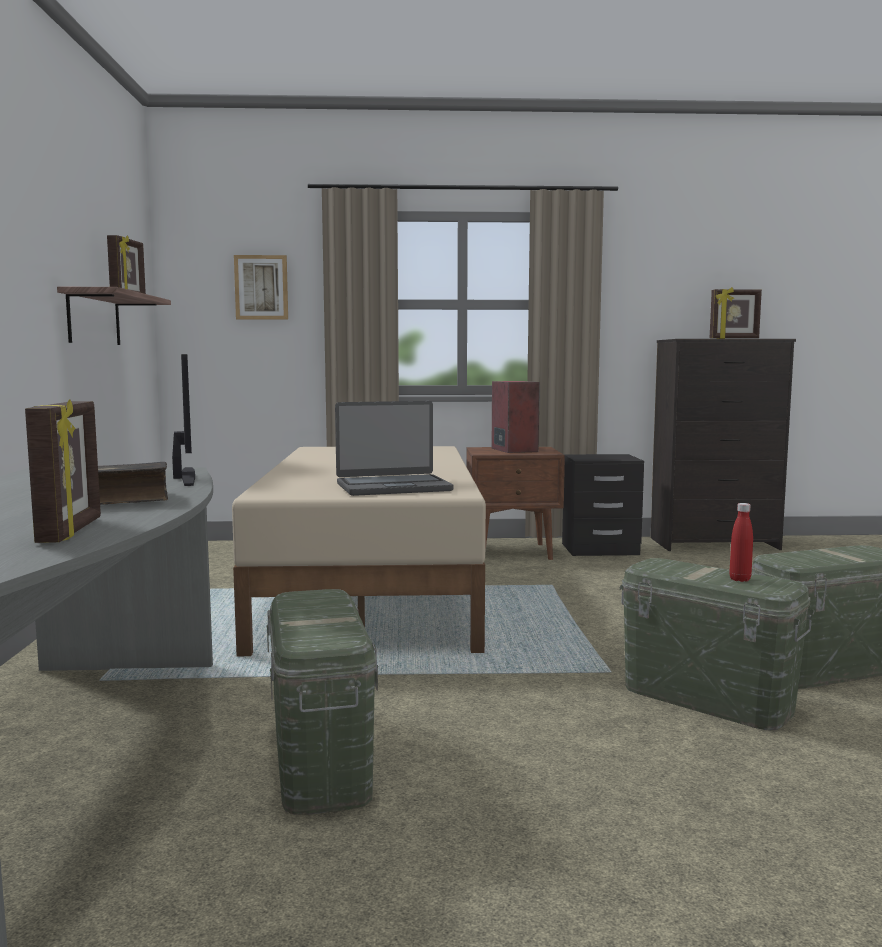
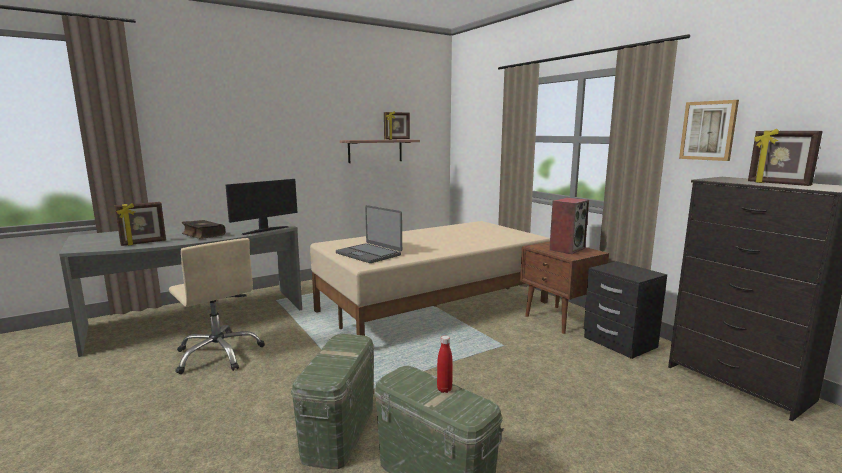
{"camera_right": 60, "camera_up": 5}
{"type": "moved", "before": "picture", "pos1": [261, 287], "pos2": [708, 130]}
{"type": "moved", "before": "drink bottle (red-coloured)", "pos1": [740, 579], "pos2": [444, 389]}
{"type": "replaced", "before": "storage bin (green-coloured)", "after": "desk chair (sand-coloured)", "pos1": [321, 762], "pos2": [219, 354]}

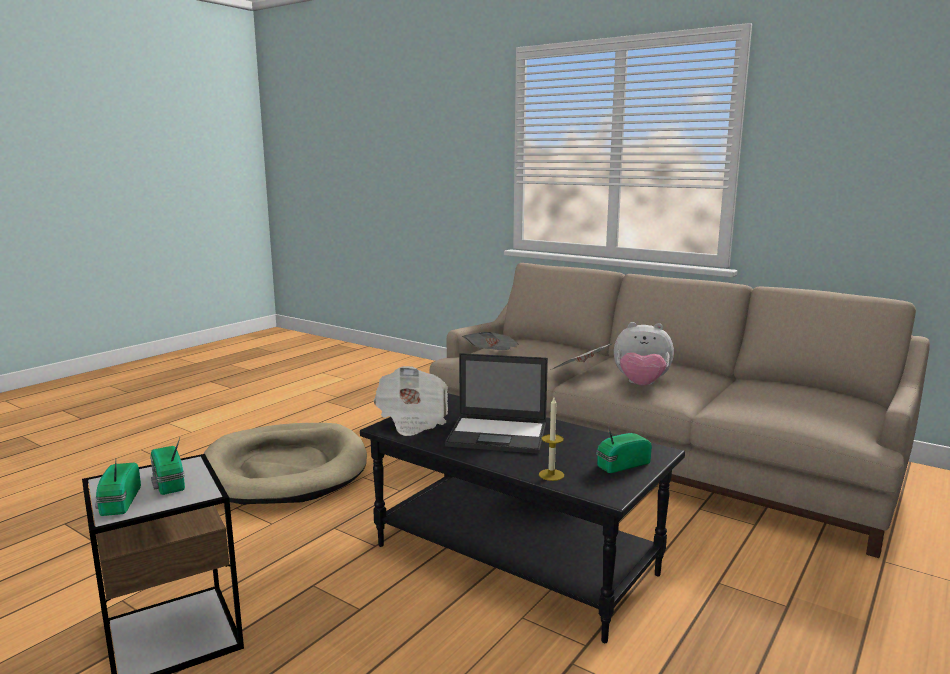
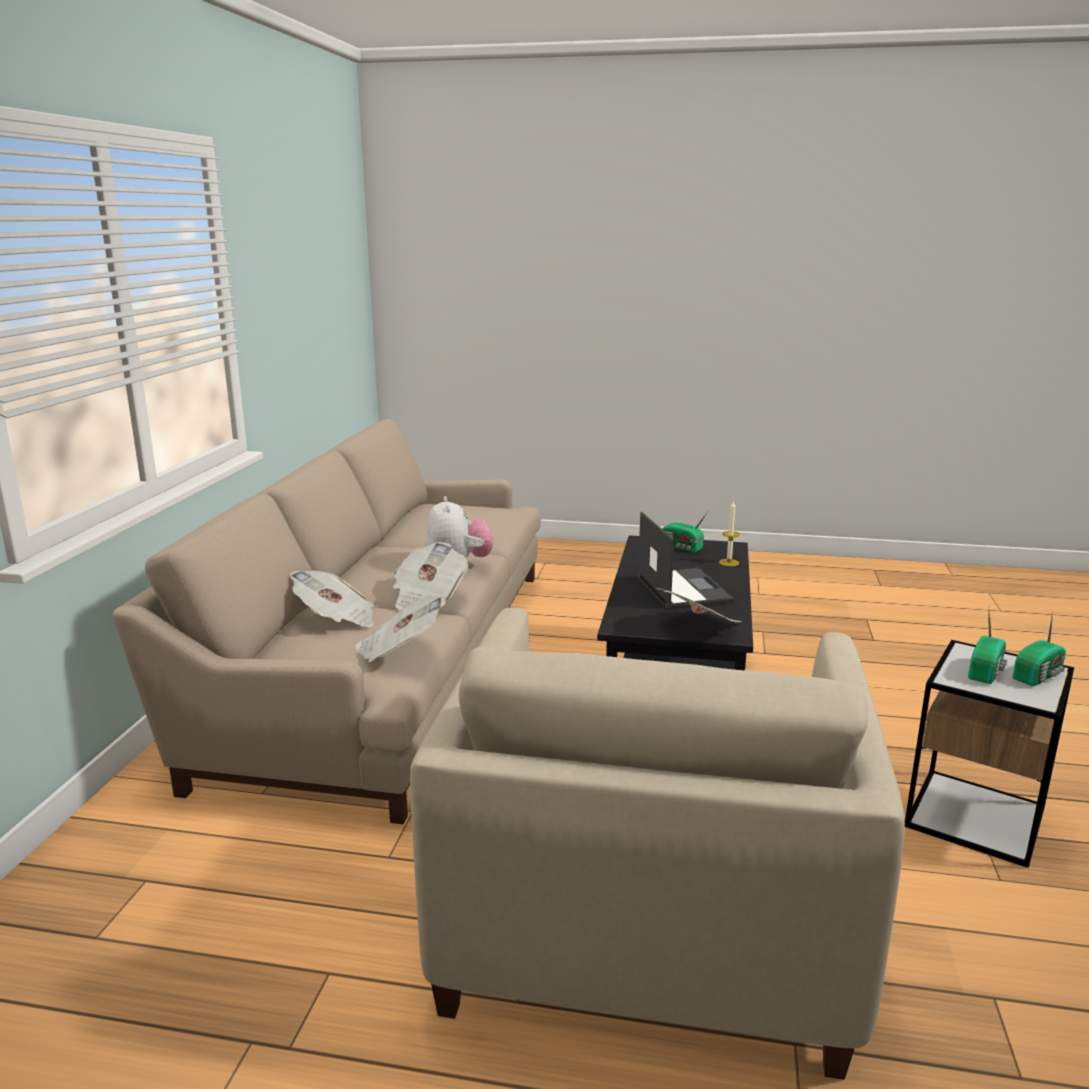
{"camera_right": -115, "camera_up": 5}
{"type": "added", "after": "printed paper", "pos2": [337, 619]}
{"type": "replaced", "before": "dog bed (sand-coloured)", "after": "easy chair (sand-coloured)", "pos1": [285, 469], "pos2": [647, 922]}

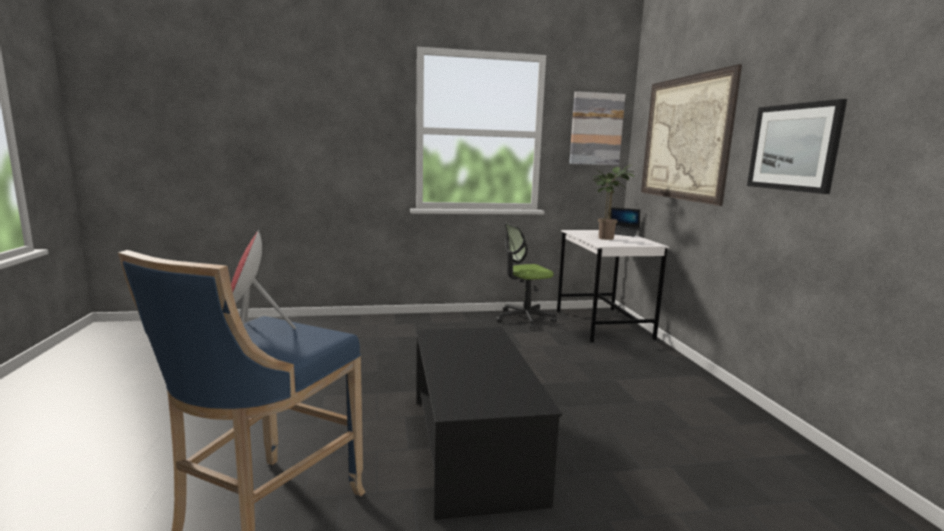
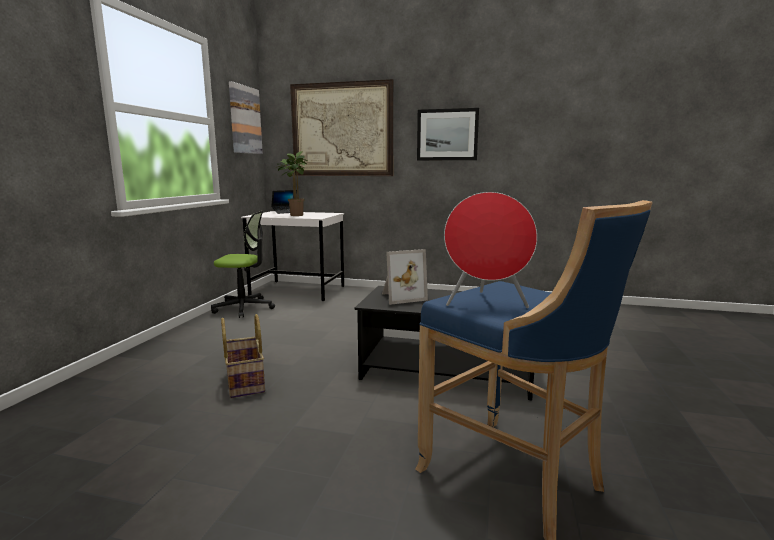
{"camera_right": -65, "camera_up": 0}
{"type": "added", "after": "storage basket", "pos2": [244, 382]}
{"type": "added", "after": "standing frame", "pos2": [401, 297]}
{"type": "turned", "before": "desk chair", "pos1": [524, 319], "pos2": [244, 308], "turn": -90}

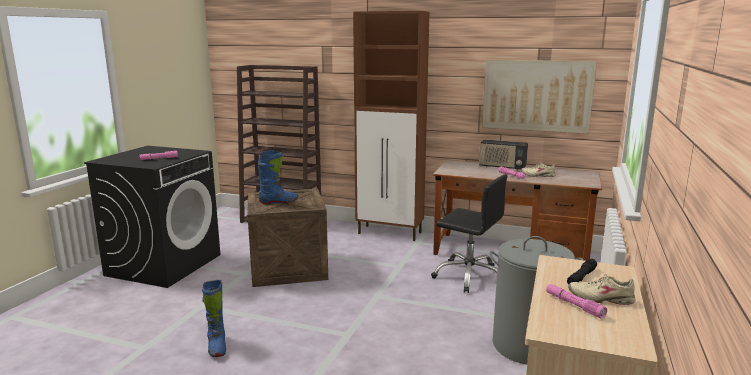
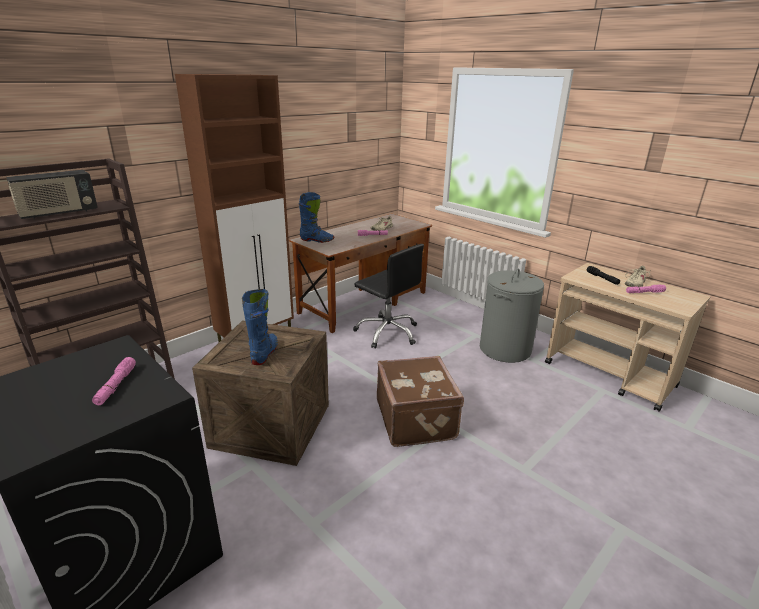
{"camera_right": -65, "camera_up": 10}
{"type": "removed", "before": "picture", "pos1": [537, 95]}
{"type": "added", "after": "piece of luggage (brown-coloured)", "pos2": [417, 419]}
{"type": "moved", "before": "boot (blue)", "pos1": [217, 347], "pos2": [317, 240]}
{"type": "moved", "before": "radio", "pos1": [502, 167], "pos2": [59, 213]}
{"type": "turned", "before": "desk chair (blackish)", "pos1": [469, 276], "pos2": [387, 332], "turn": 75}

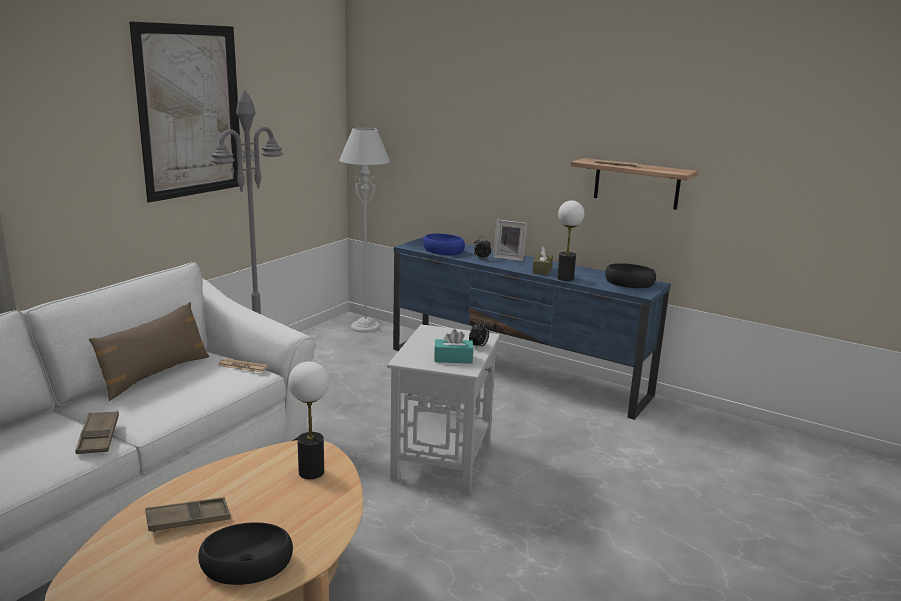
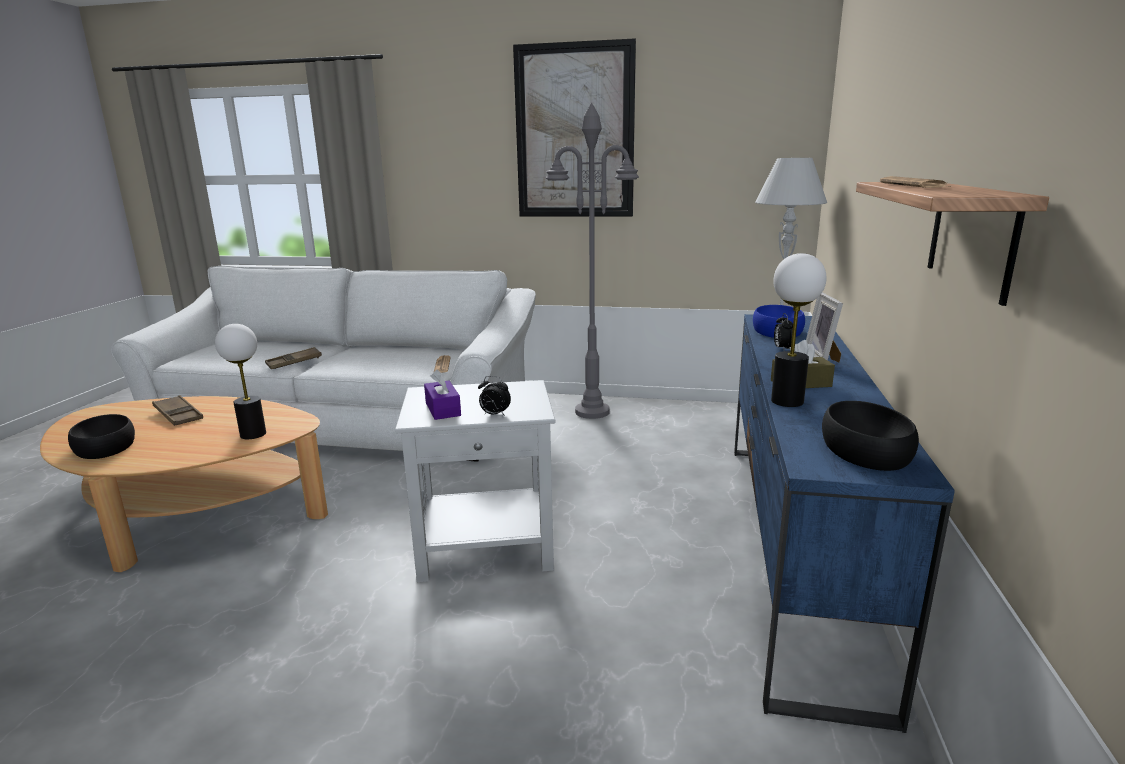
{"camera_right": 70, "camera_up": 0}
{"type": "removed", "before": "throw pillow (brown-coloured)", "pos1": [155, 375]}
{"type": "recoloured", "before": "tissue box (turquoise-coloured)", "after": "tissue box (purple)", "pos1": [453, 358], "pos2": [443, 409]}

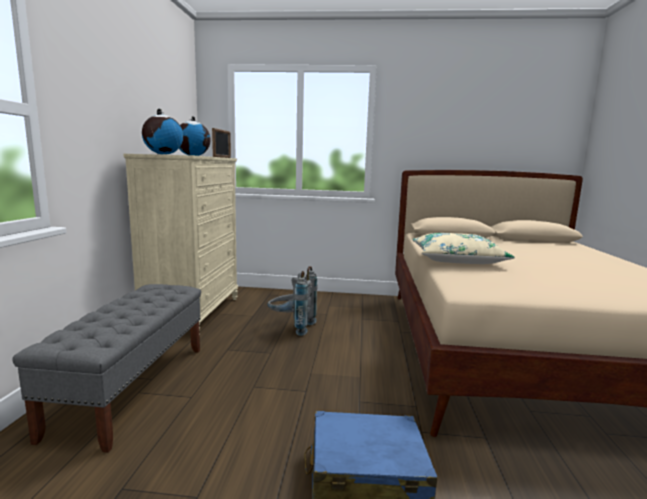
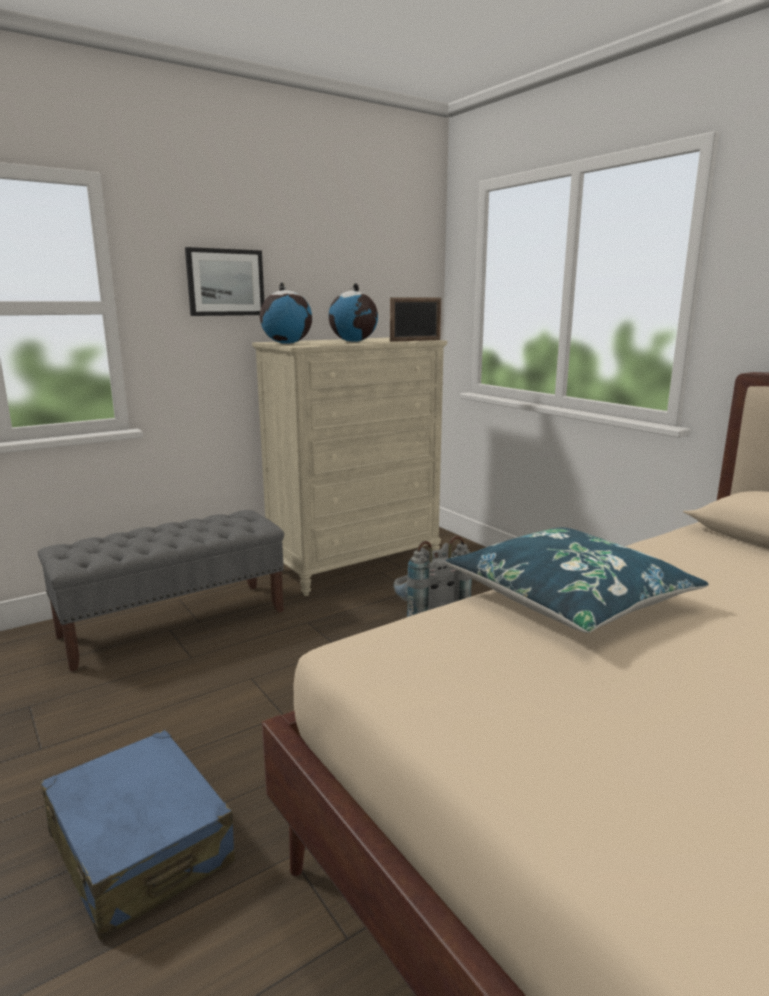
{"camera_right": 50, "camera_up": 5}
{"type": "added", "after": "picture", "pos2": [225, 282]}
{"type": "recoloured", "before": "throw pillow (sand-coloured)", "after": "throw pillow (blue)", "pos1": [456, 260], "pos2": [569, 598]}

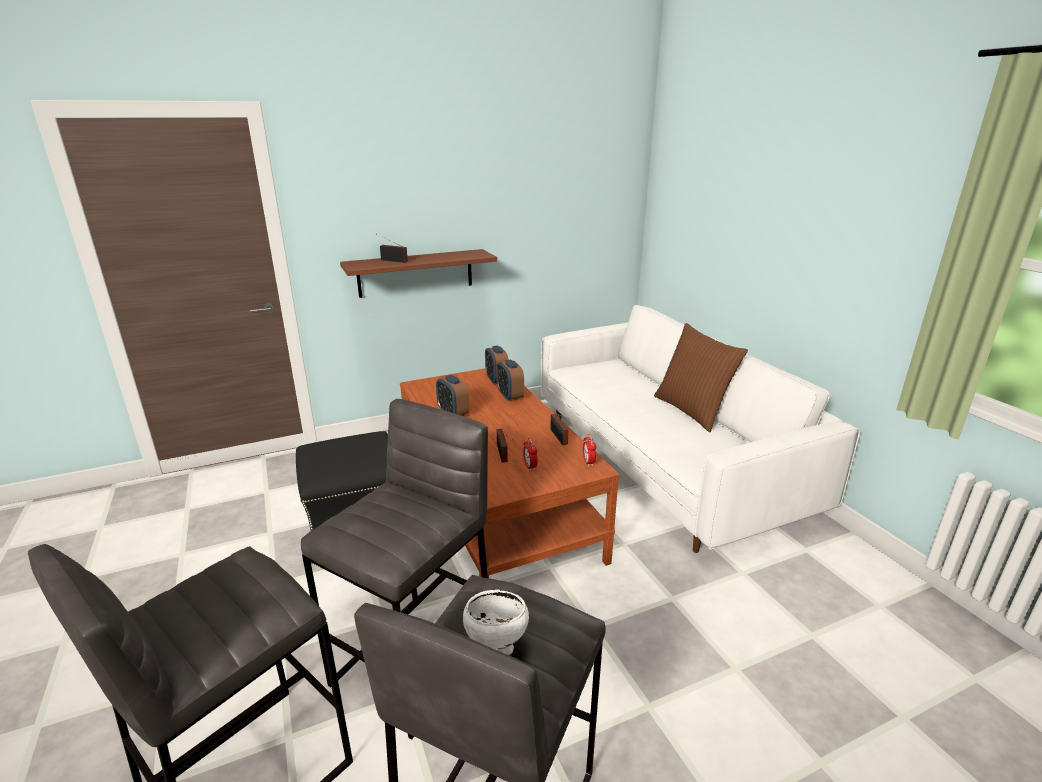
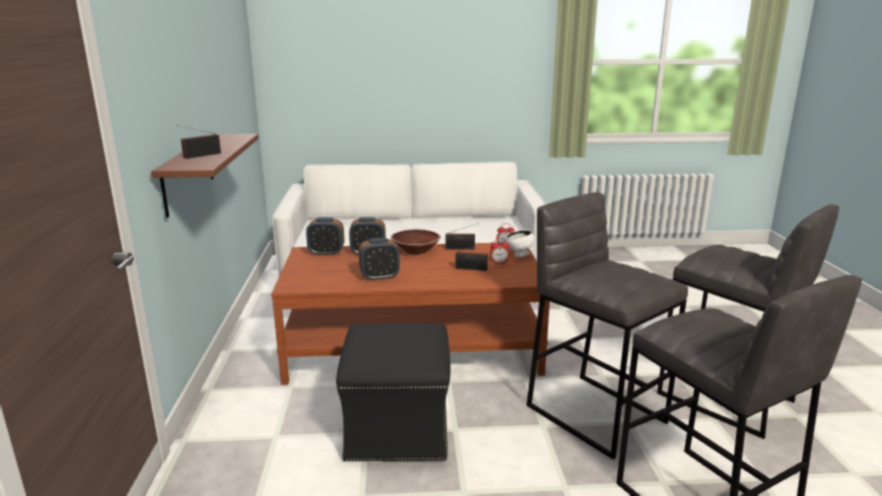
{"camera_right": -70, "camera_up": -5}
{"type": "removed", "before": "throw pillow (brown-coloured)", "pos1": [692, 411]}
{"type": "added", "after": "serving bowl (brown-coloured)", "pos2": [415, 251]}
{"type": "moved", "before": "serving bowl (white-coloured)", "pos1": [495, 646], "pos2": [519, 256]}

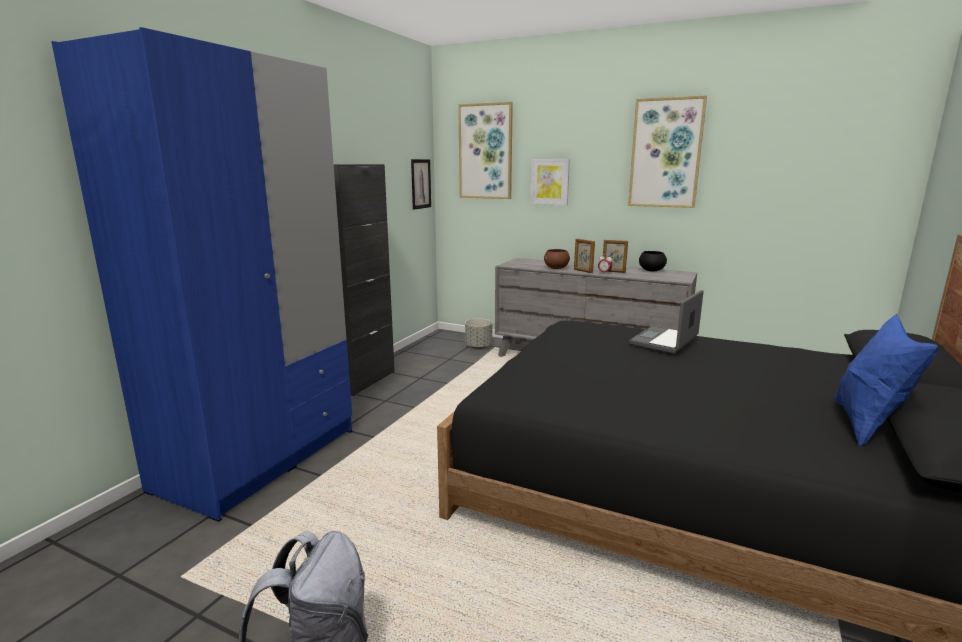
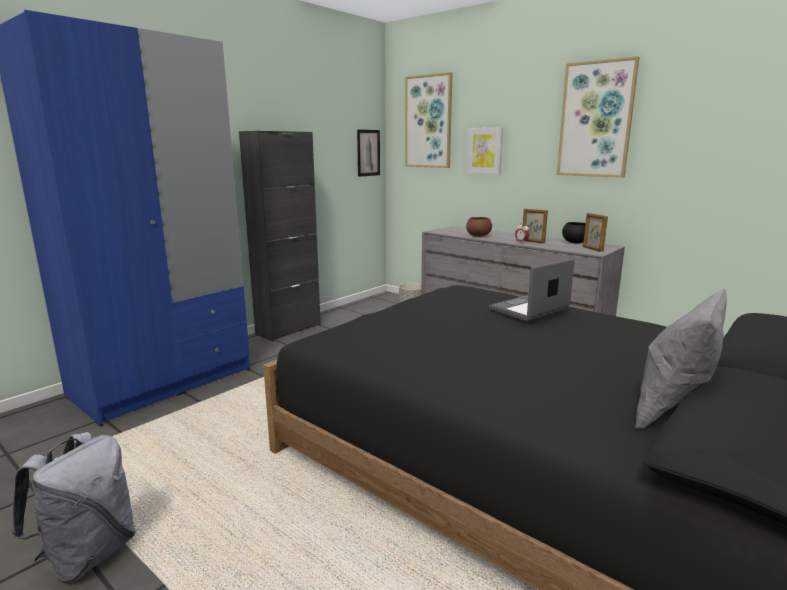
{"camera_right": 15, "camera_up": 0}
{"type": "moved", "before": "standing frame", "pos1": [583, 271], "pos2": [592, 249]}
{"type": "recoloured", "before": "throw pillow (blue)", "after": "throw pillow (grey)", "pos1": [867, 425], "pos2": [673, 410]}

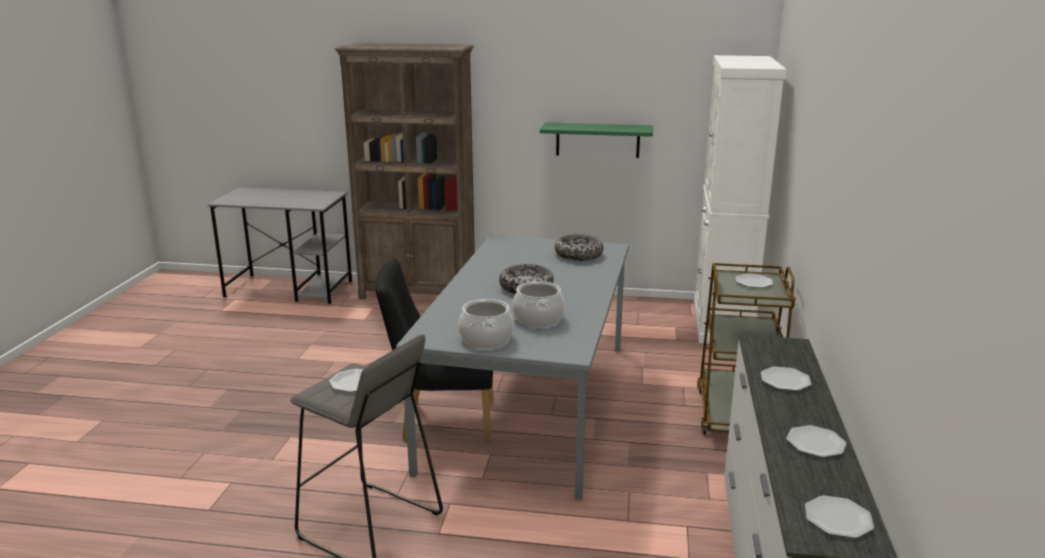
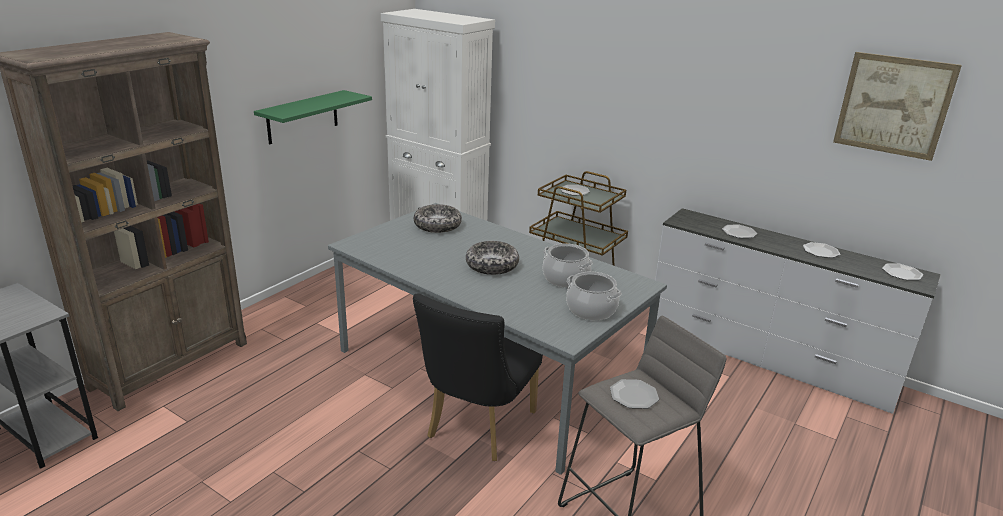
{"camera_right": -65, "camera_up": 5}
{"type": "added", "after": "picture", "pos2": [893, 105]}

